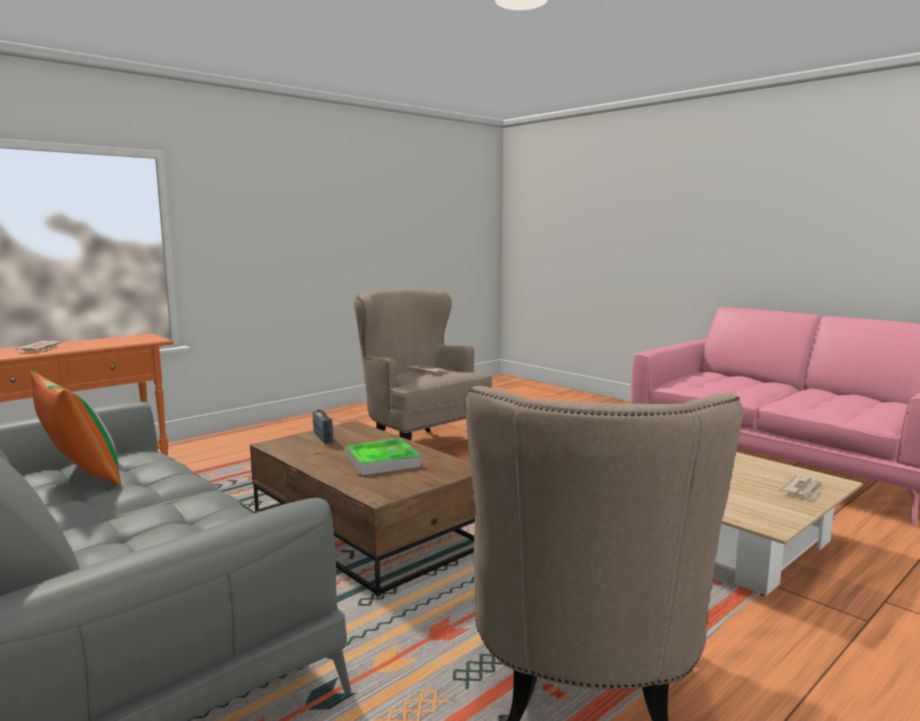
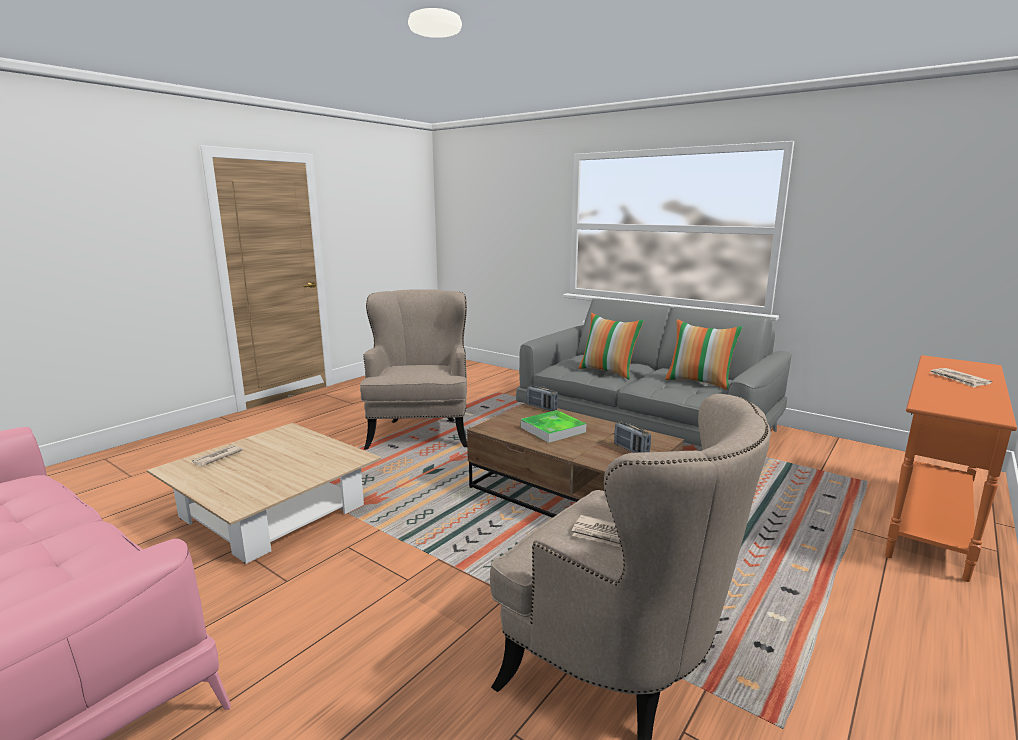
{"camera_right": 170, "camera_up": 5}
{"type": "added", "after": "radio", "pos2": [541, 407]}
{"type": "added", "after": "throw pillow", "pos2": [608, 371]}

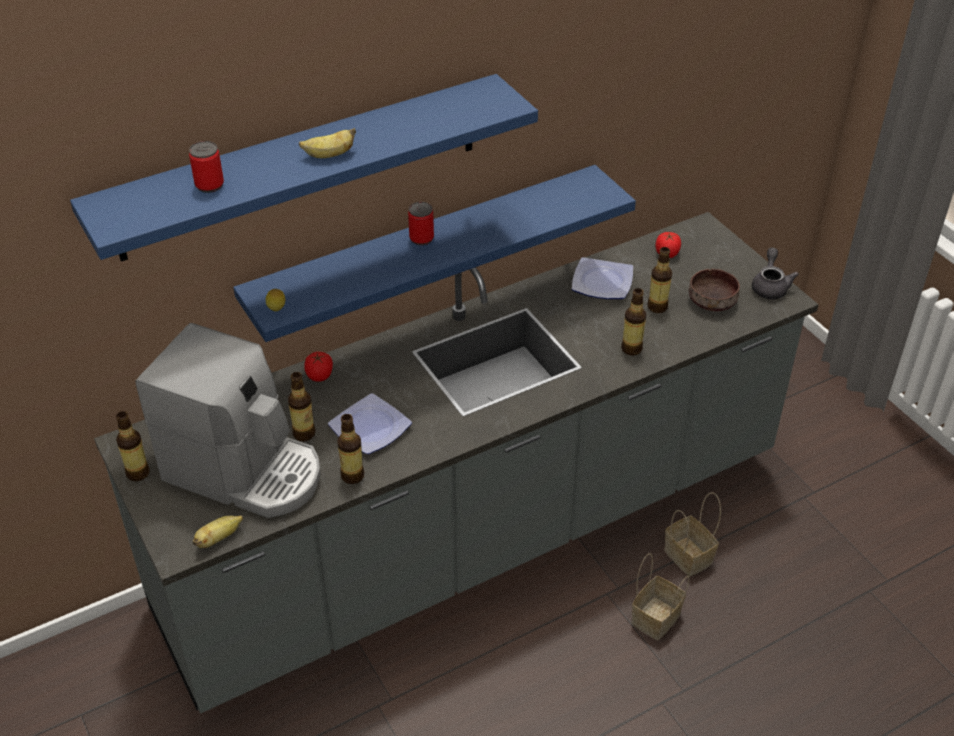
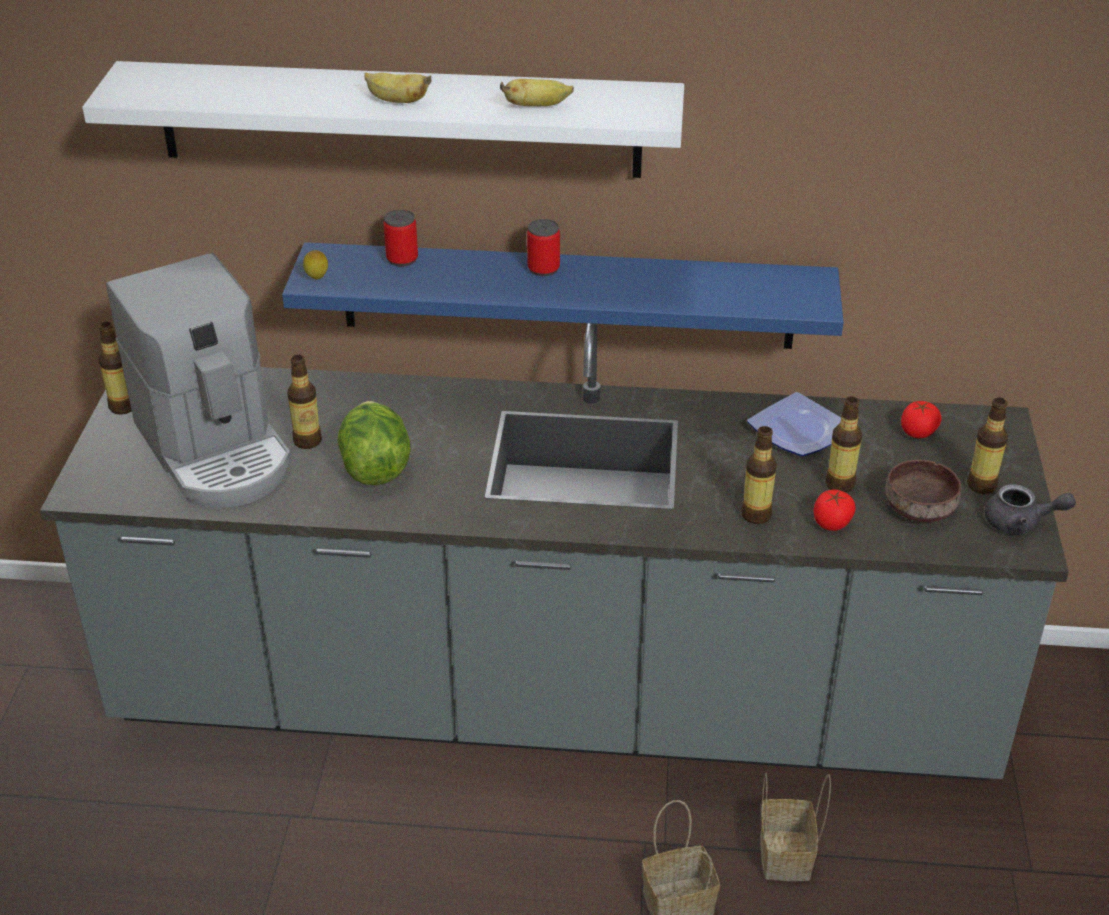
{"camera_right": 35, "camera_up": -5}
{"type": "moved", "before": "can", "pos1": [209, 185], "pos2": [402, 259]}
{"type": "moved", "before": "banana fruit", "pos1": [218, 538], "pos2": [537, 106]}
{"type": "moved", "before": "whole tomato", "pos1": [319, 375], "pos2": [832, 523]}
{"type": "moved", "before": "drink bottle", "pos1": [352, 476], "pos2": [981, 485]}
{"type": "replaced", "before": "plate", "after": "lettuce", "pos1": [370, 429], "pos2": [375, 467]}
{"type": "recoloured", "before": "wall shelf (blue)", "after": "wall shelf (white-coloured)", "pos1": [301, 167], "pos2": [399, 119]}
{"type": "turned", "before": "pot for tea (grey)", "pos1": [770, 286], "pos2": [1020, 523], "turn": 60}

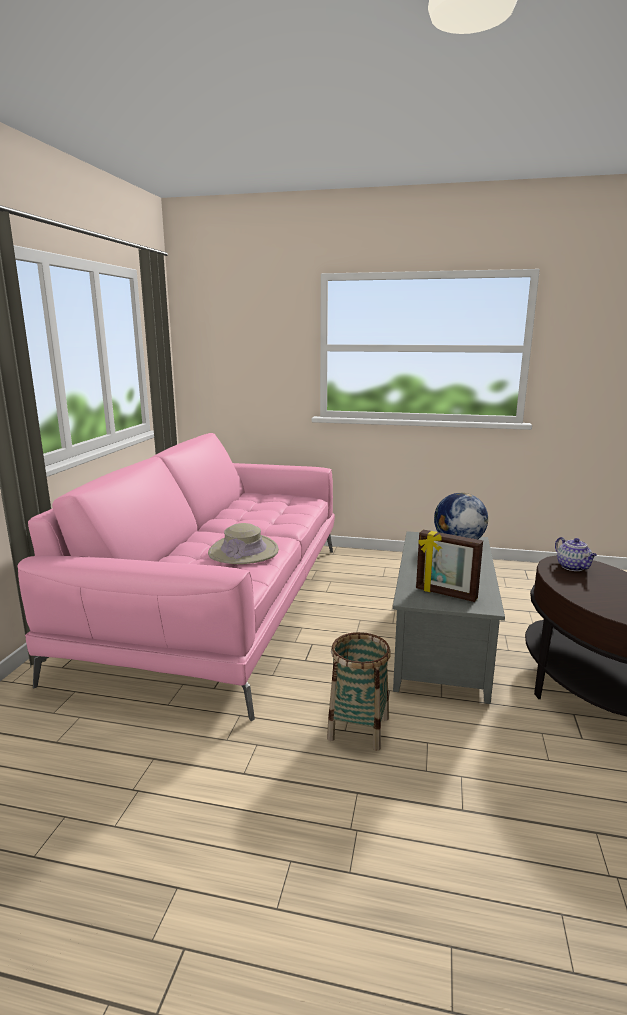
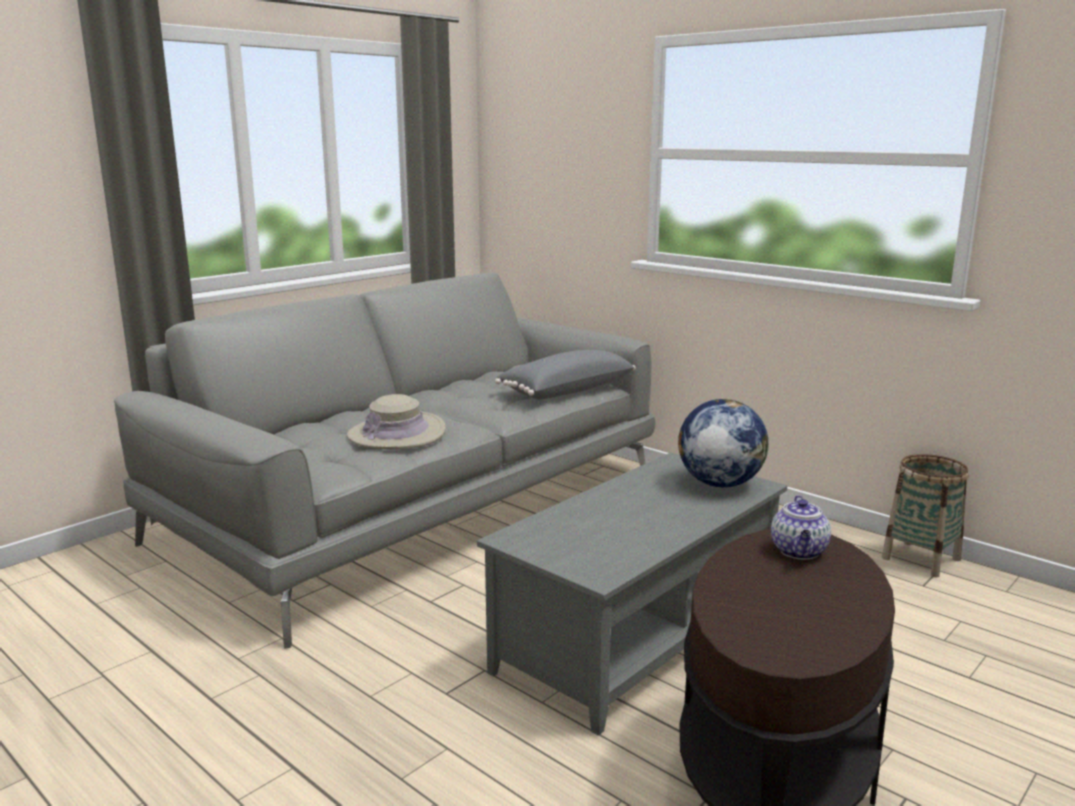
{"camera_right": 30, "camera_up": 0}
{"type": "removed", "before": "standing frame", "pos1": [445, 594]}
{"type": "added", "after": "throw pillow (grey)", "pos2": [565, 390]}
{"type": "moved", "before": "storage basket", "pos1": [358, 728], "pos2": [921, 559]}
{"type": "recoloured", "before": "sofa (pink)", "after": "sofa (grey)", "pos1": [220, 602], "pos2": [420, 506]}

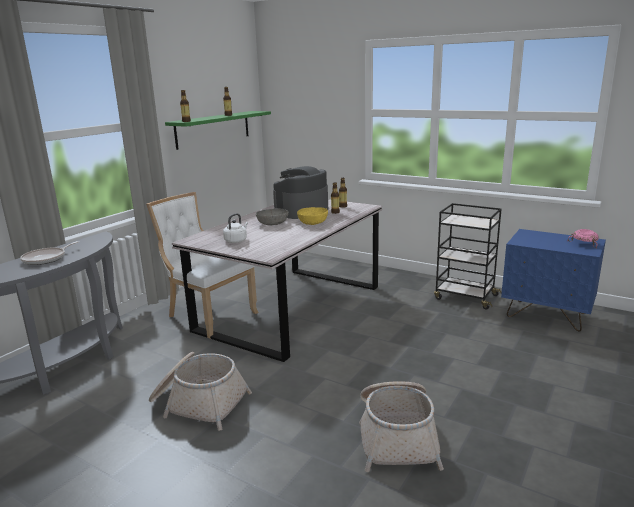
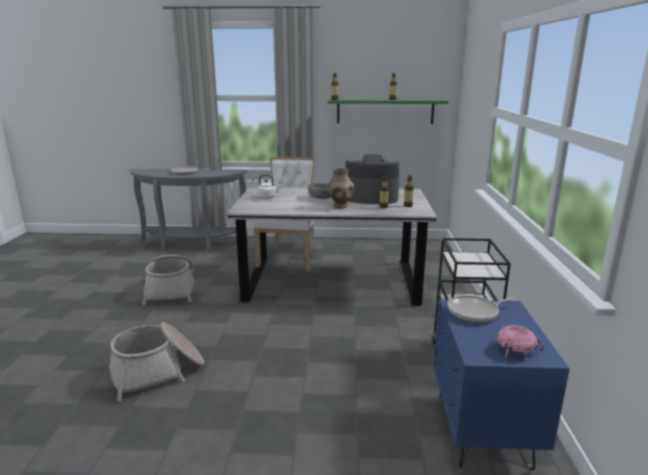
{"camera_right": 60, "camera_up": 0}
{"type": "added", "after": "skillet", "pos2": [475, 312]}
{"type": "replaced", "before": "serving bowl (yellowish)", "after": "flower vase (brown-coloured)", "pos1": [313, 223], "pos2": [340, 206]}

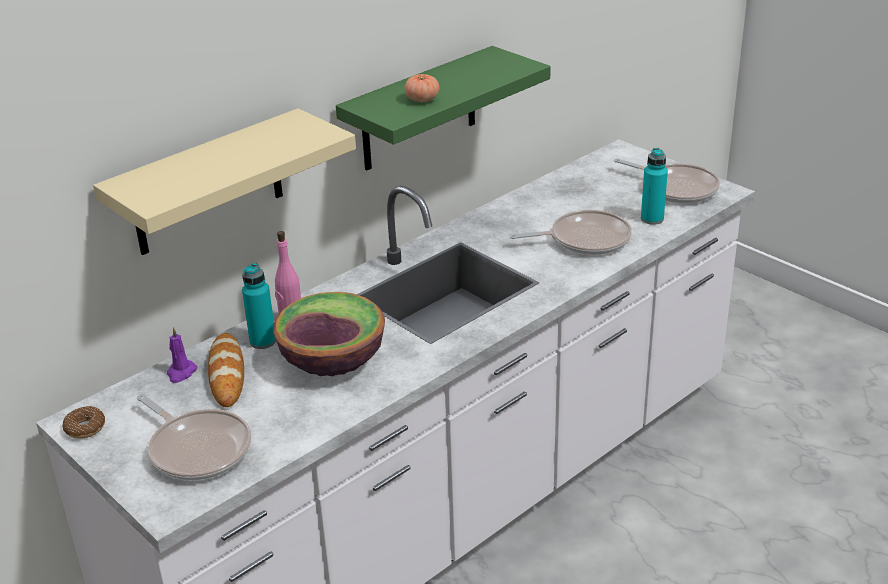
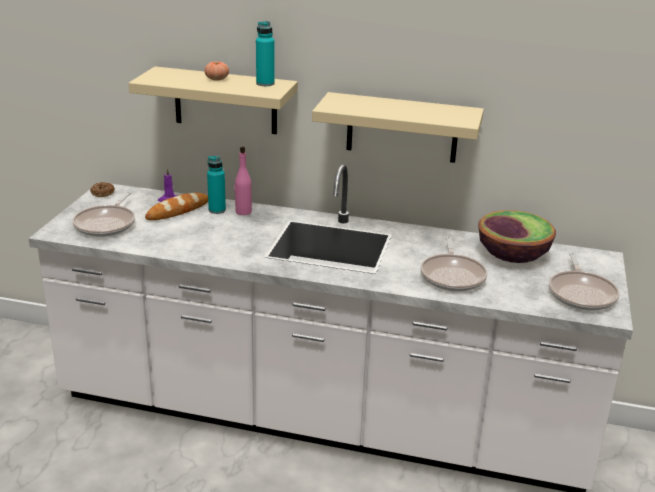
{"camera_right": 55, "camera_up": -5}
{"type": "moved", "before": "serving bowl", "pos1": [332, 361], "pos2": [512, 256]}
{"type": "moved", "before": "whole tomato", "pos1": [422, 99], "pos2": [217, 79]}
{"type": "moved", "before": "drink bottle (turquoise-coloured)", "pos1": [652, 219], "pos2": [265, 83]}
{"type": "recoloured", "before": "wall shelf (green-coloured)", "after": "wall shelf (sand-coloured)", "pos1": [419, 110], "pos2": [402, 128]}
{"type": "turned", "before": "skillet", "pos1": [585, 239], "pos2": [452, 275], "turn": 45}

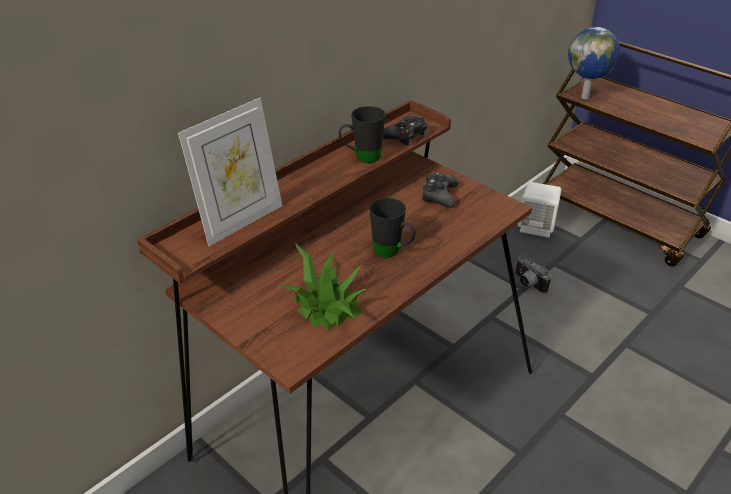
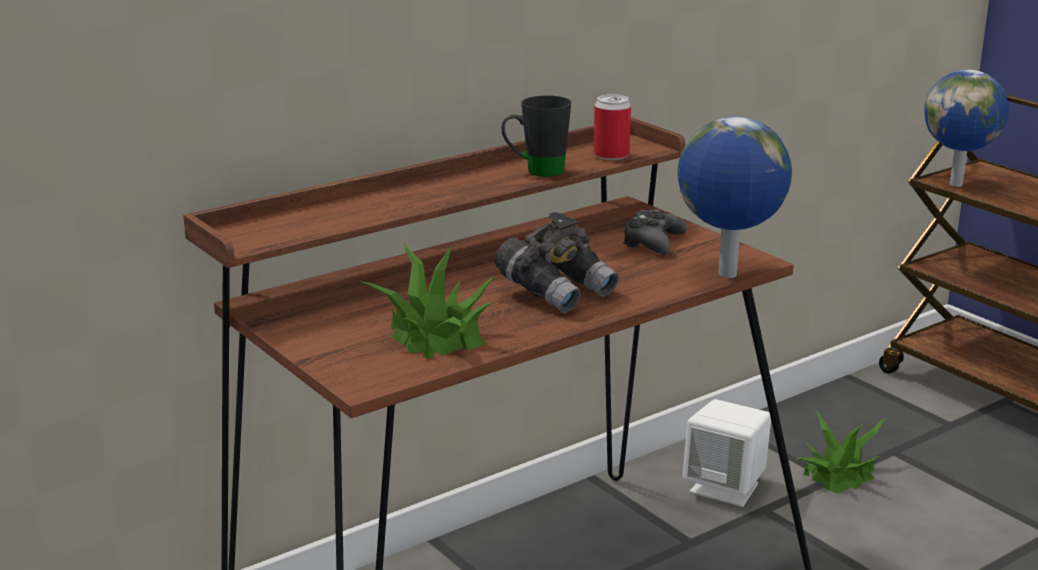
{"camera_right": 10, "camera_up": -15}
{"type": "removed", "before": "standing frame", "pos1": [240, 221]}
{"type": "added", "after": "desk globe", "pos2": [727, 275]}
{"type": "moved", "before": "loudspeaker (white-coloured)", "pos1": [536, 227], "pos2": [725, 488]}
{"type": "replaced", "before": "mug (blackish)", "after": "binoculars (grey)", "pos1": [392, 252], "pos2": [556, 291]}
{"type": "replaced", "before": "joypad (blackish)", "after": "can", "pos1": [405, 136], "pos2": [611, 155]}
{"type": "replaced", "before": "photo camera", "after": "plant in a pot", "pos1": [527, 284], "pos2": [840, 474]}

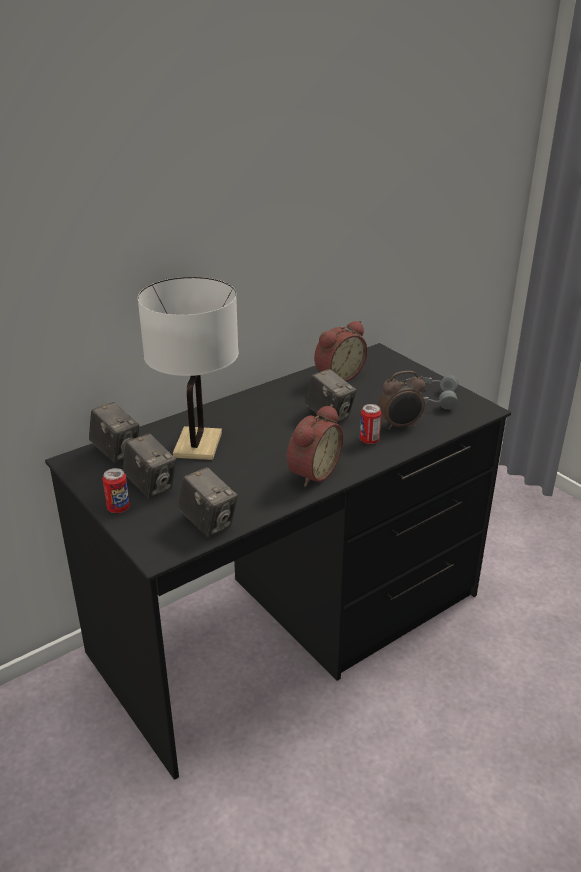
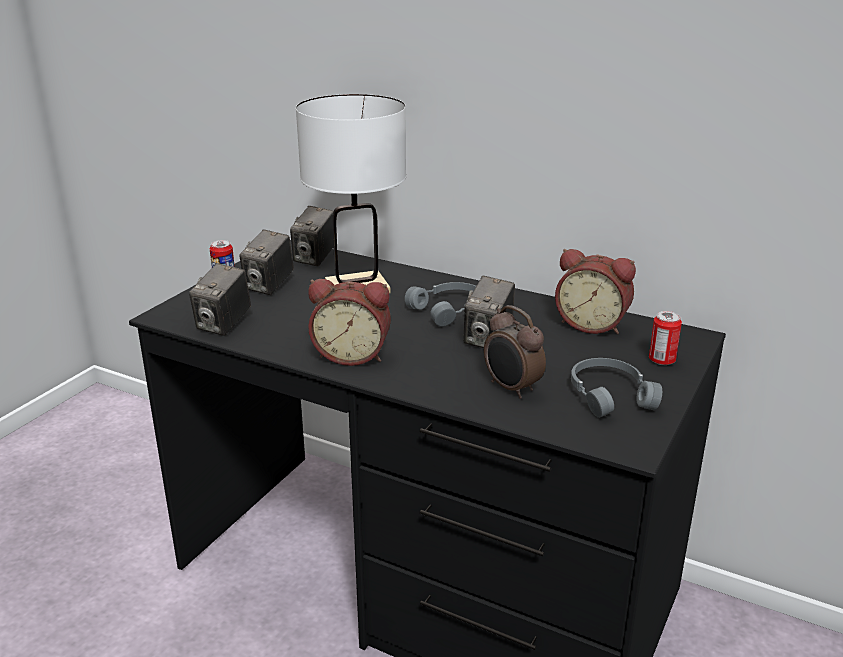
{"camera_right": 65, "camera_up": -5}
{"type": "added", "after": "headset (grey)", "pos2": [450, 310]}
{"type": "moved", "before": "can", "pos1": [369, 440], "pos2": [661, 360]}

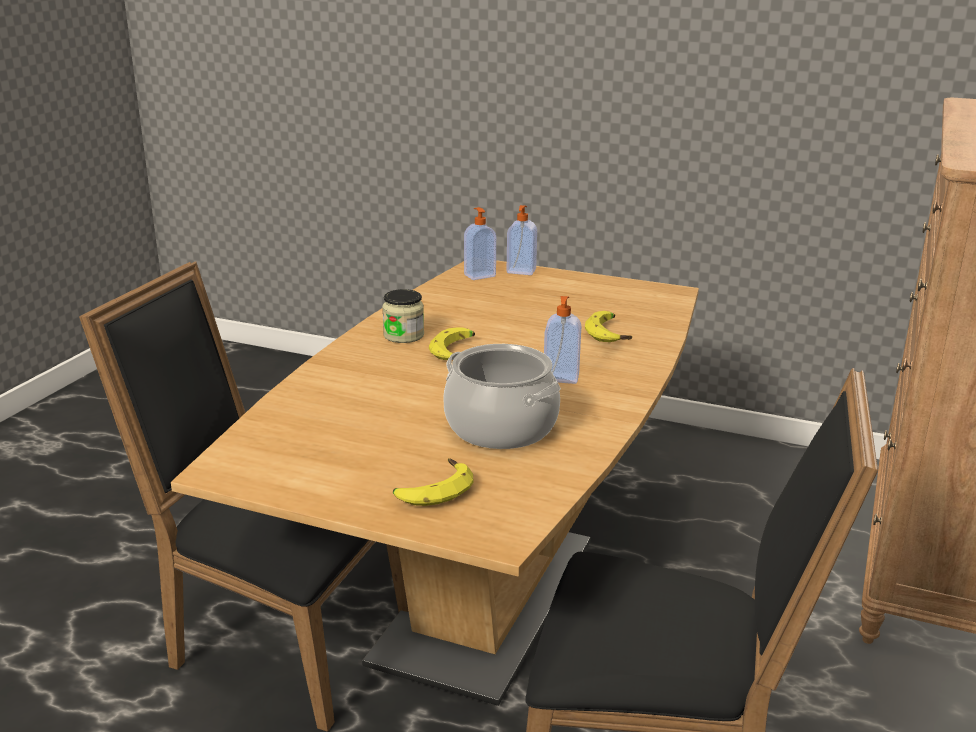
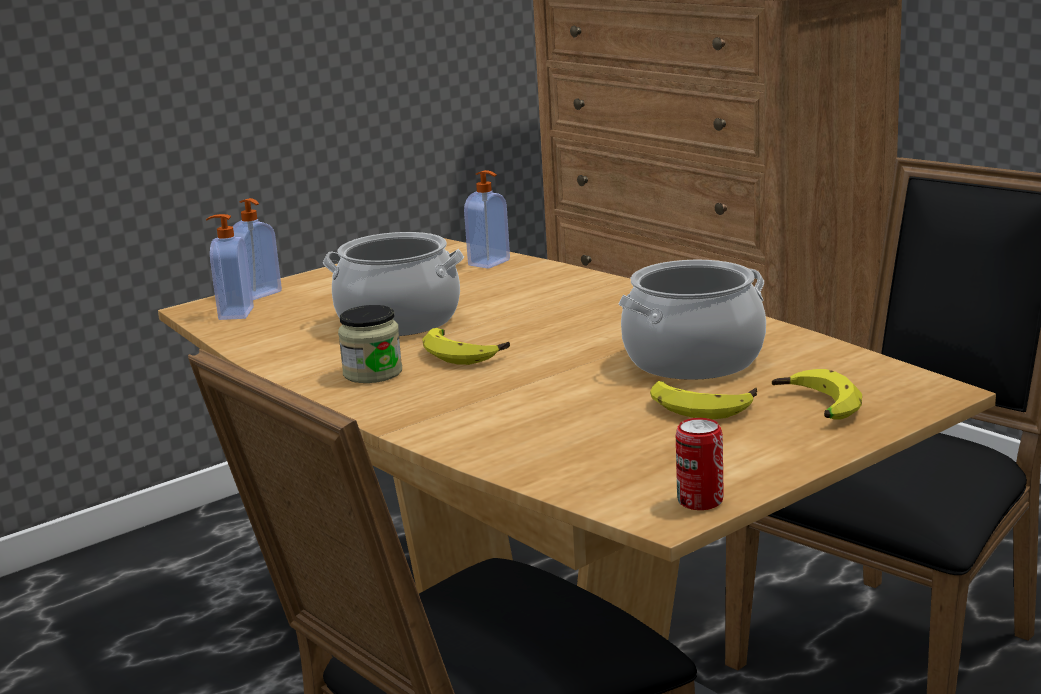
{"camera_right": -60, "camera_up": -5}
{"type": "added", "after": "cooking pot", "pos2": [398, 321]}
{"type": "added", "after": "can", "pos2": [700, 501]}
{"type": "moved", "before": "liquid soap bottle", "pos1": [561, 378], "pos2": [490, 263]}
{"type": "moved", "before": "banana fruit", "pos1": [610, 334], "pos2": [703, 406]}

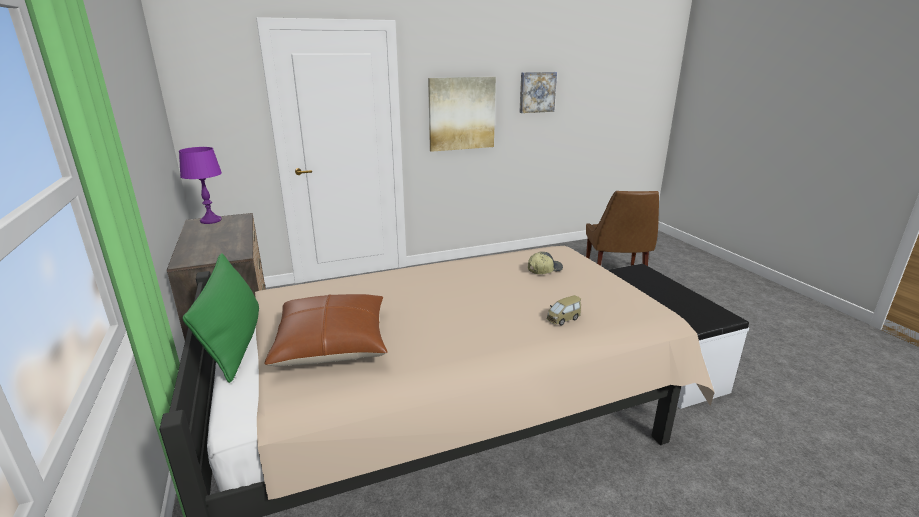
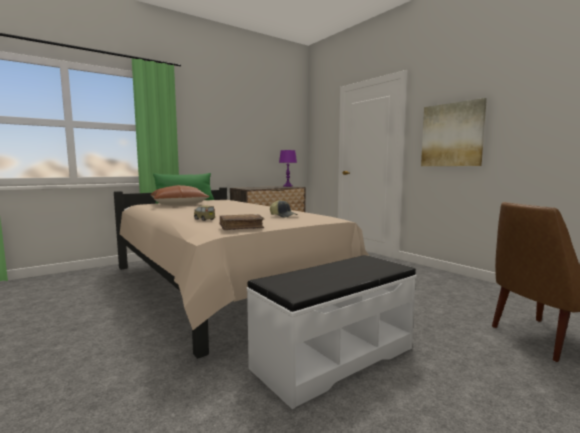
{"camera_right": 75, "camera_up": -15}
{"type": "removed", "before": "picture", "pos1": [536, 92]}
{"type": "added", "after": "volume (brown-coloured)", "pos2": [241, 227]}

